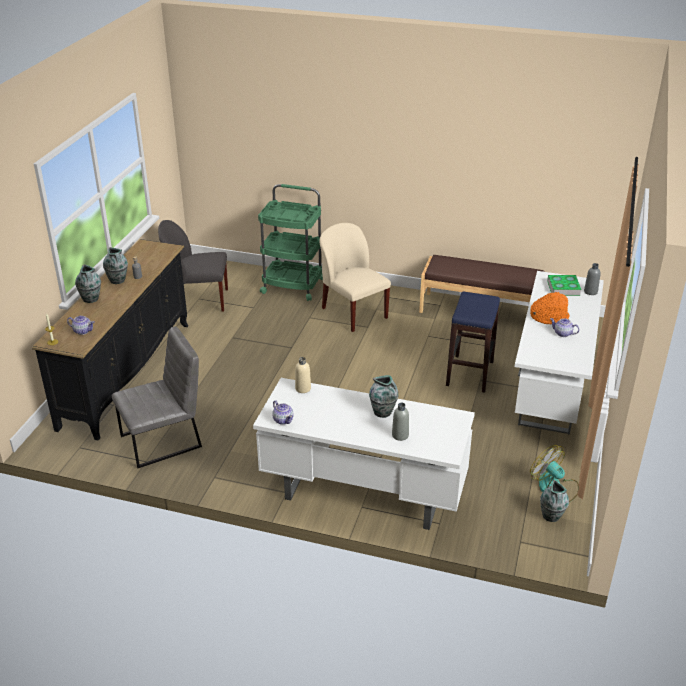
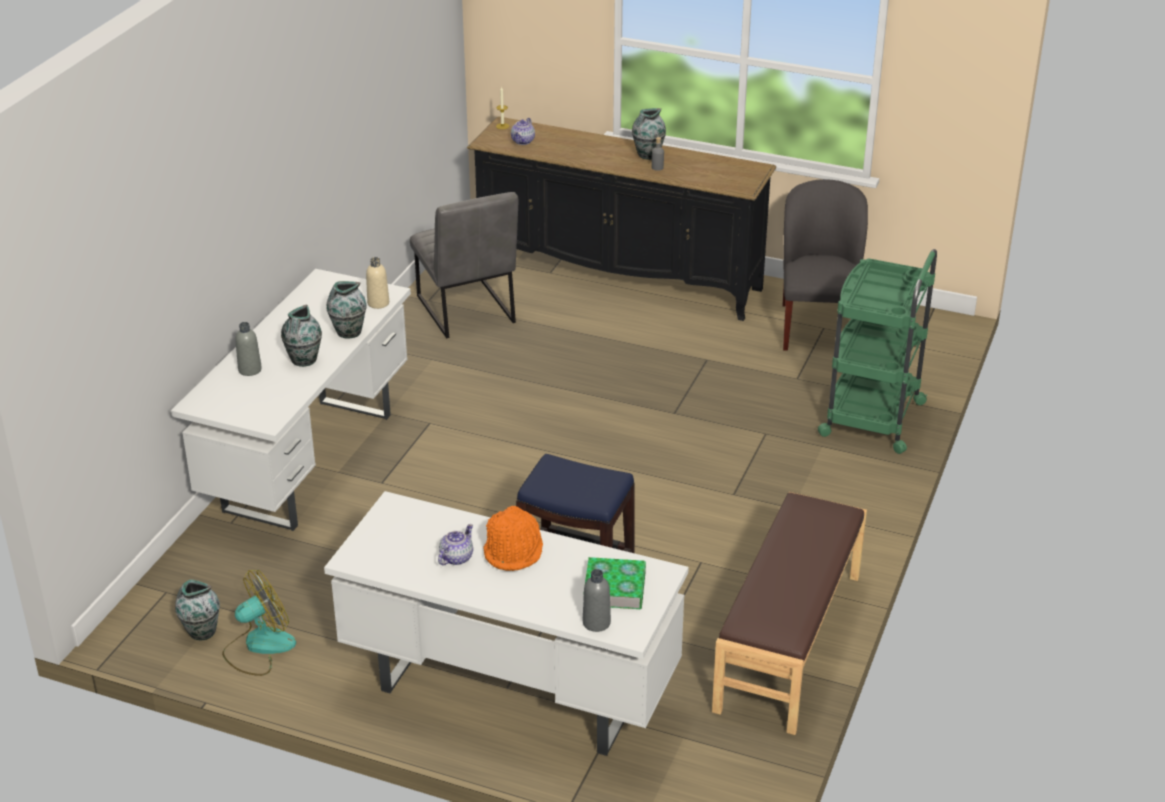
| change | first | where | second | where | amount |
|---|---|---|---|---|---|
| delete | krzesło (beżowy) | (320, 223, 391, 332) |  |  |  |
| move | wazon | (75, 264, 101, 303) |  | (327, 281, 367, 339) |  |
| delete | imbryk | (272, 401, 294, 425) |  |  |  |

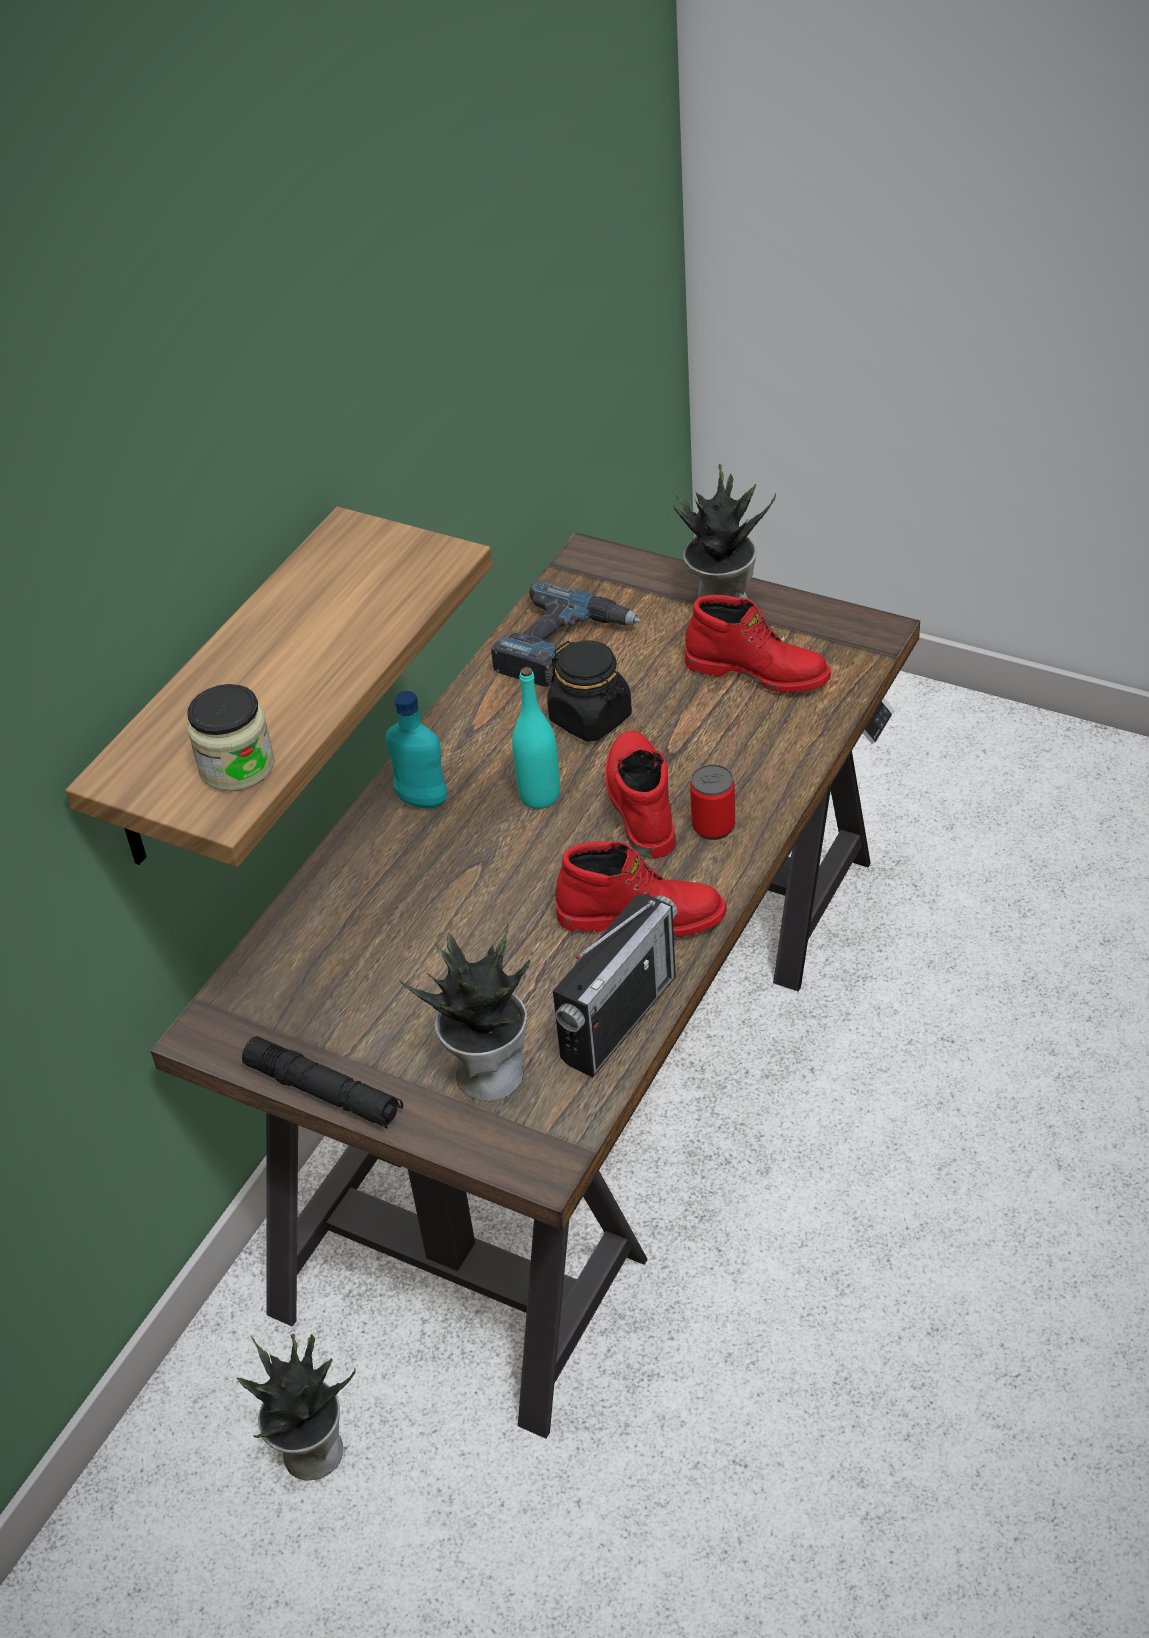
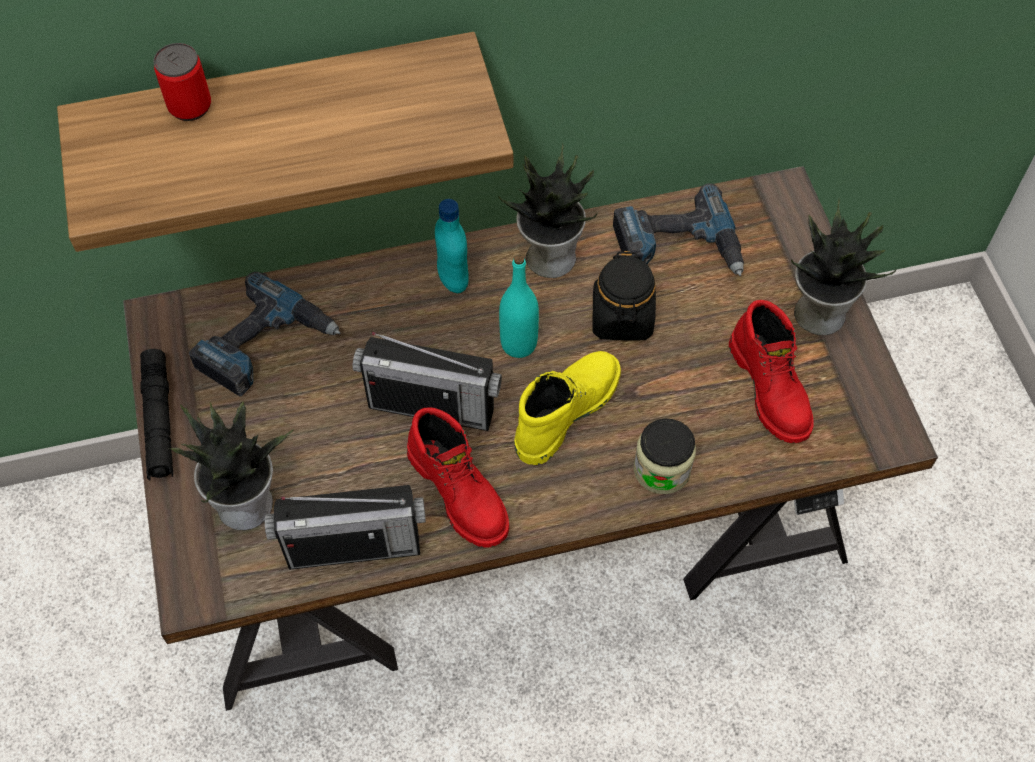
| change | first | where | second | where | amount |
|---|---|---|---|---|---|
| move | słoik | (187, 684, 274, 792) |  | (634, 418, 696, 494) |  |
| recolor | but z cholewką (czerwony) | (605, 731, 676, 858) | but z cholewką (żółty) | (514, 351, 621, 465) |  |
| move | puszka | (690, 764, 735, 840) |  | (154, 43, 211, 121) |  |
| move | roślina doniczkowa | (237, 1334, 356, 1481) |  | (498, 144, 598, 278) |  |
| insert |  |  | wiertarka | (189, 272, 341, 396) |  |
| insert |  |  | radio | (353, 332, 502, 431) |  |

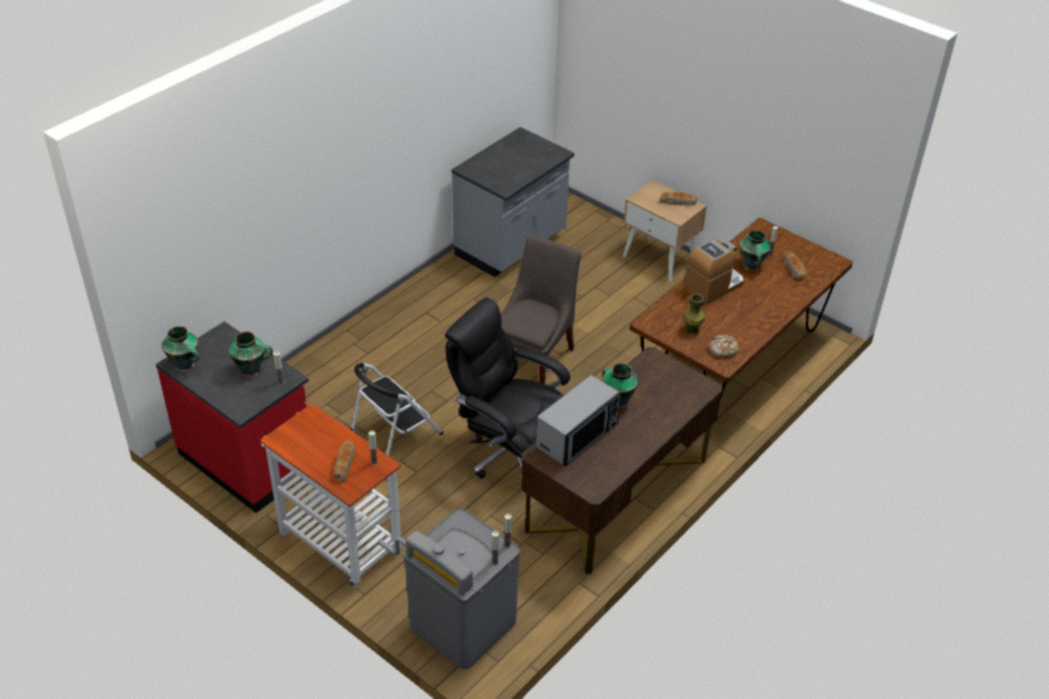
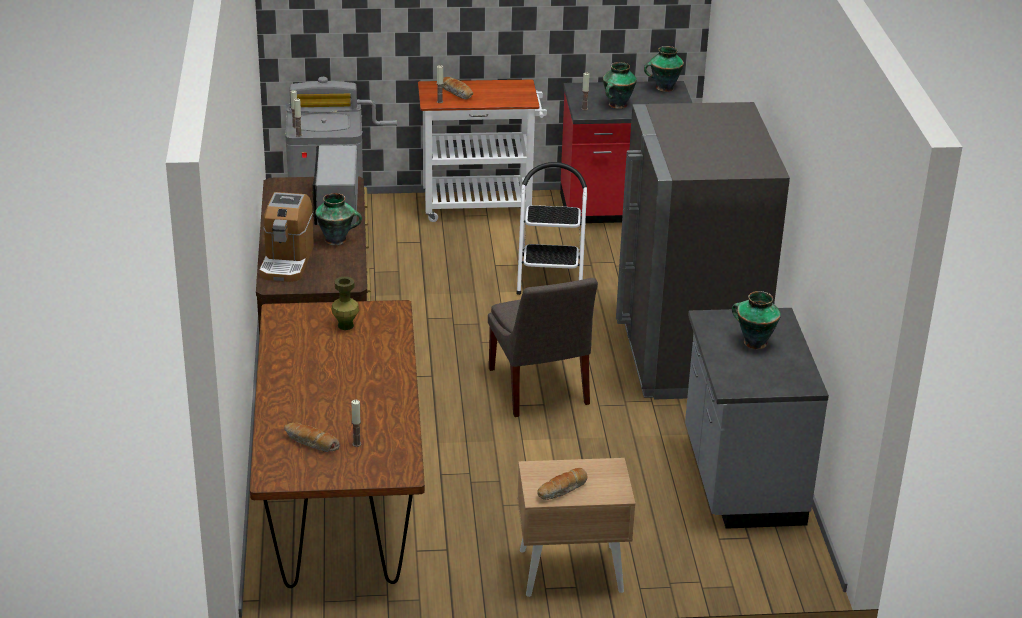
| change | first | where | second | where | amount |
|---|---|---|---|---|---|
| move | wazon | (740, 230, 771, 271) |  | (732, 291, 781, 349) |  |
| move | ekspres do kawy | (684, 239, 744, 305) |  | (259, 192, 314, 282) |  |
| delete | krzesło biurowe (czarny) | (445, 297, 570, 478) |  |  |  |
| delete | chleb | (710, 334, 739, 358) |  |  |  |
| insert |  |  | lodówka (szary) | (616, 102, 790, 400) |  |

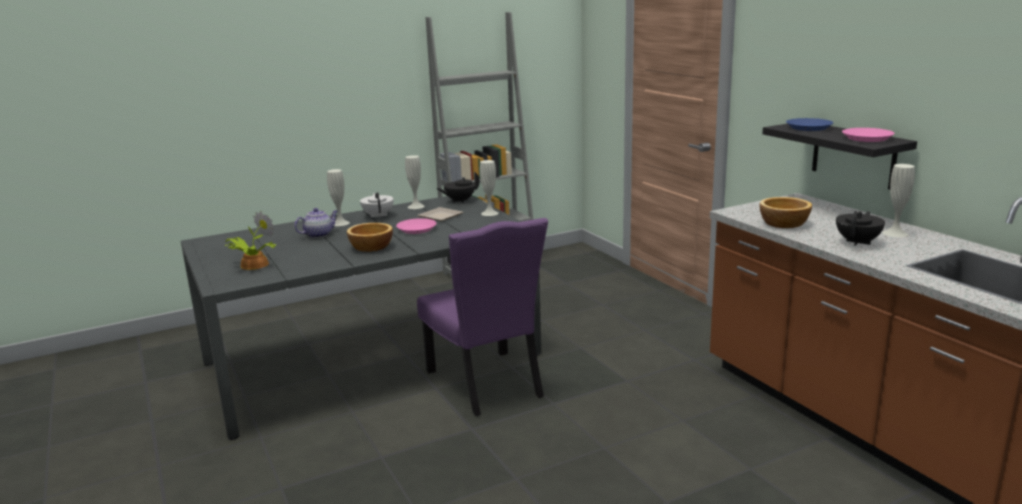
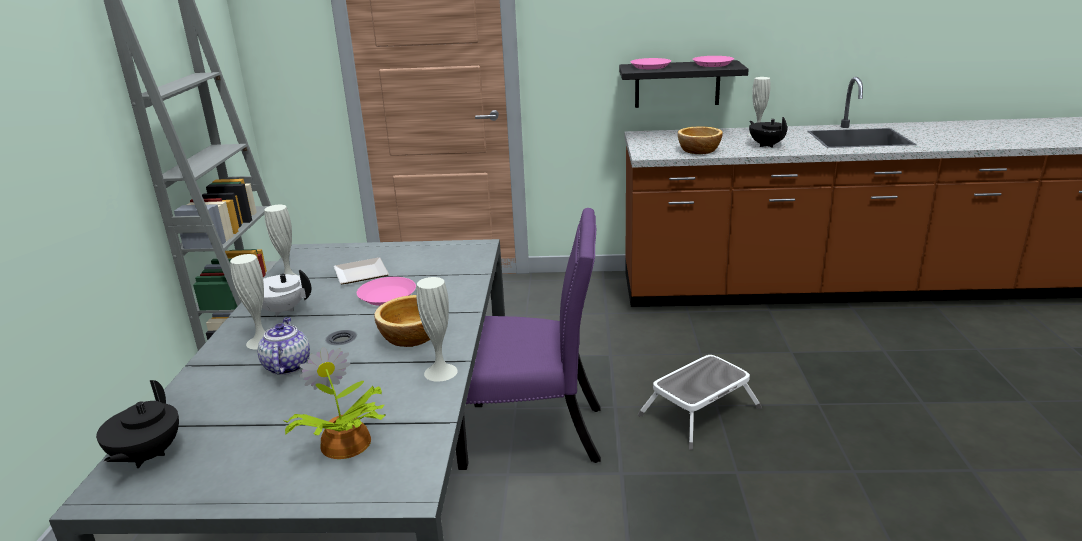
| change | first | where | second | where | amount |
|---|---|---|---|---|---|
| recolor | talerz (niebieski) | (786, 118, 833, 131) | talerz (różowy) | (631, 58, 671, 69) |  |
| move | wazon (biały) | (480, 160, 499, 216) |  | (416, 277, 458, 382) |  |
| move | imbryk (czarny) | (437, 172, 480, 203) |  | (96, 380, 179, 468) |  |
| insert |  |  | drabinka (szary) | (638, 355, 762, 450) |  |

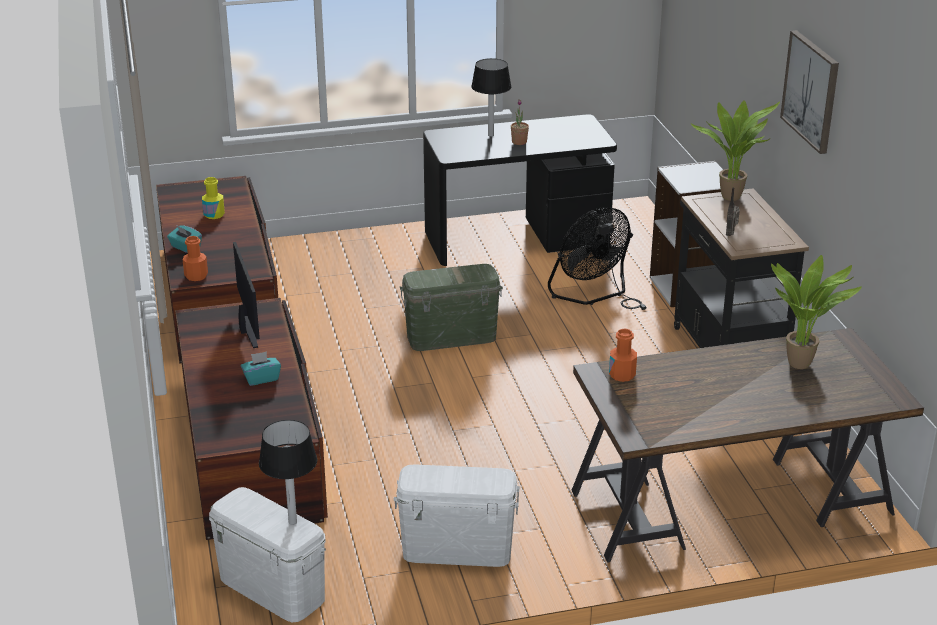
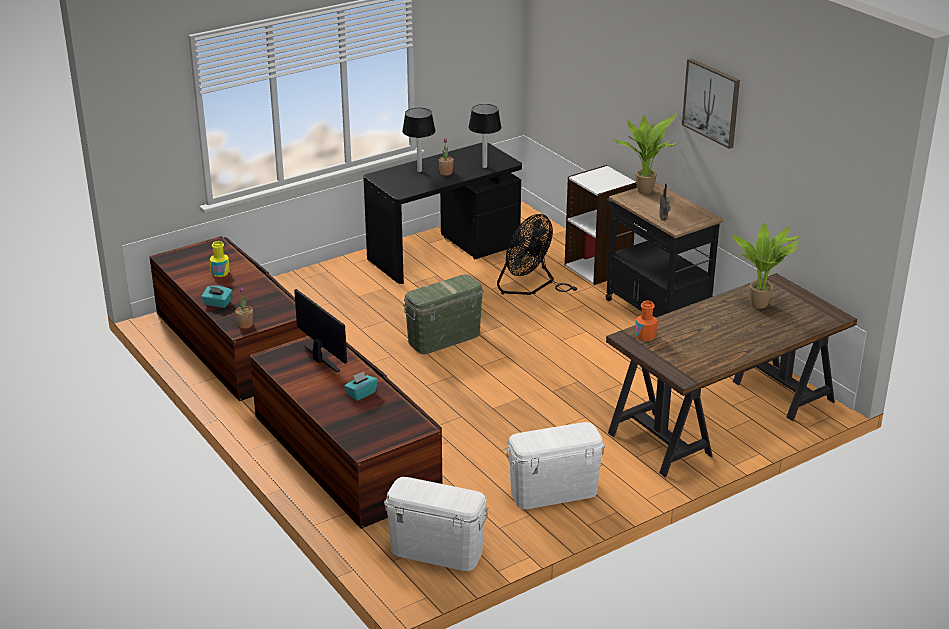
| change | first | where | second | where | amount |
|---|---|---|---|---|---|
| replace | butelka (pomarańczowy) | (183, 236, 208, 281) | roślina doniczkowa | (235, 287, 253, 329) |  |
| move | lampa stołowa | (259, 420, 317, 525) |  | (469, 104, 502, 168) |  |

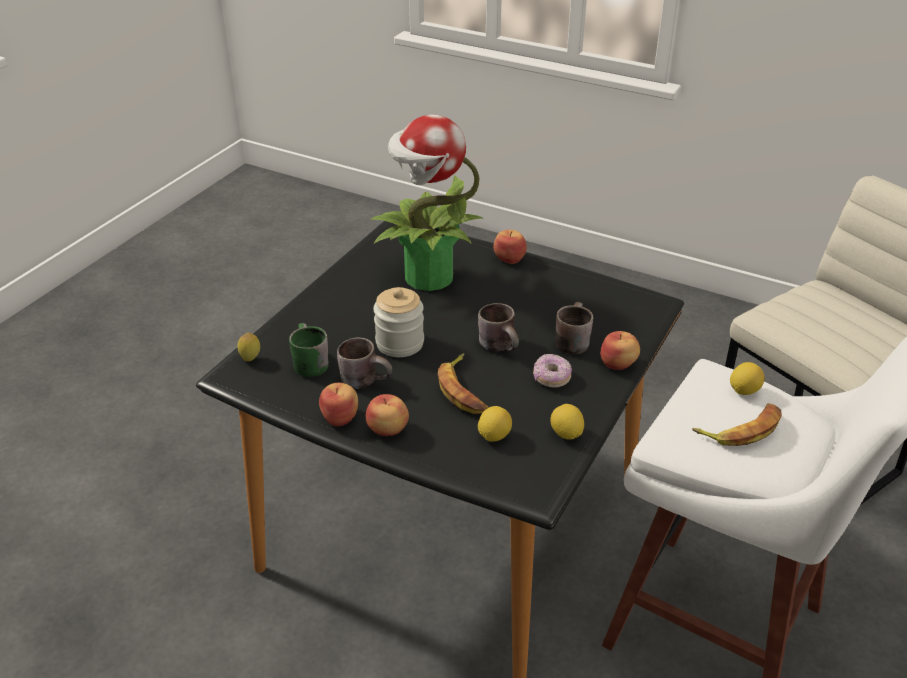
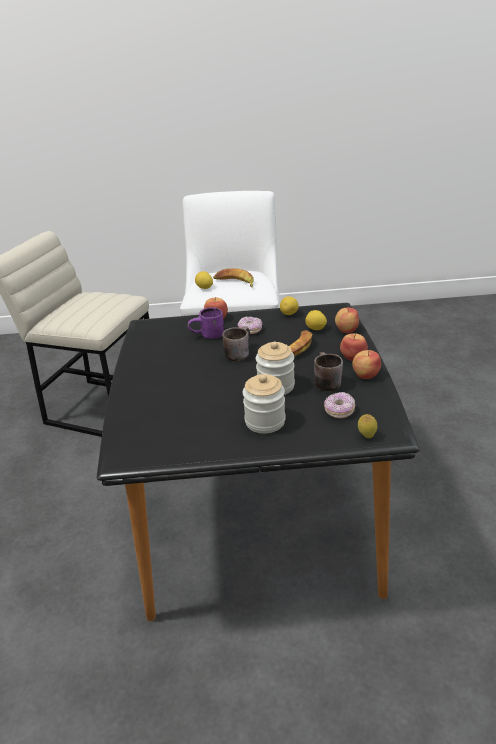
| change | first | where | second | where | amount |
|---|---|---|---|---|---|
| delete | roślina doniczkowa | (370, 115, 483, 291) |  |  |  |
| move | jabłko | (493, 230, 527, 264) |  | (335, 307, 359, 333) |  |
| recolor | kubek (brązowy) | (555, 302, 593, 354) | kubek (fioletowy) | (188, 307, 224, 339) |  |
| replace | kubek (zielony) | (289, 323, 329, 377) | donut | (324, 392, 355, 419) |  |
| insert |  |  | słoik | (243, 374, 286, 434) |  |

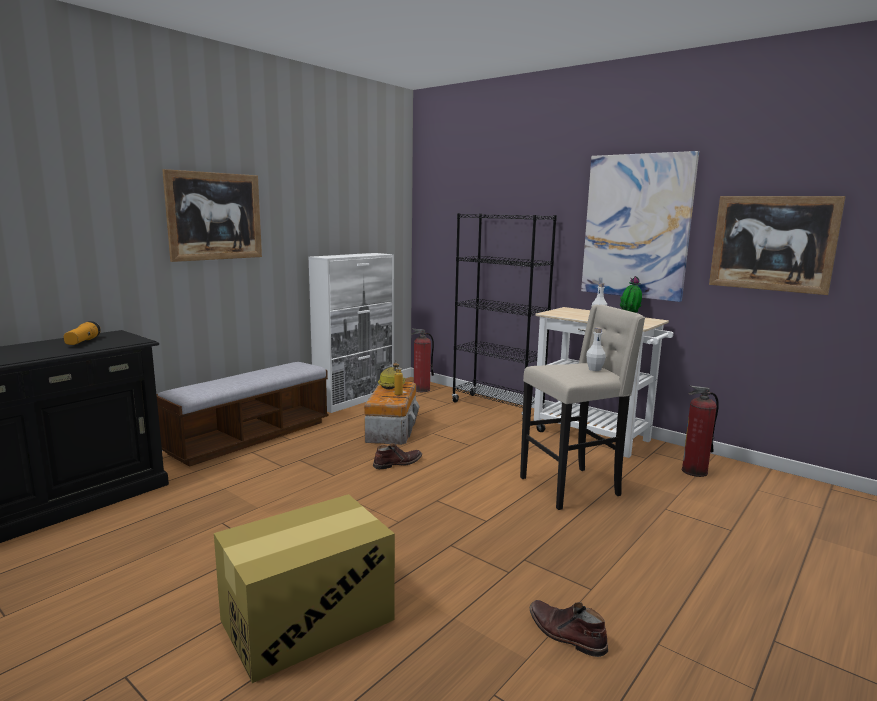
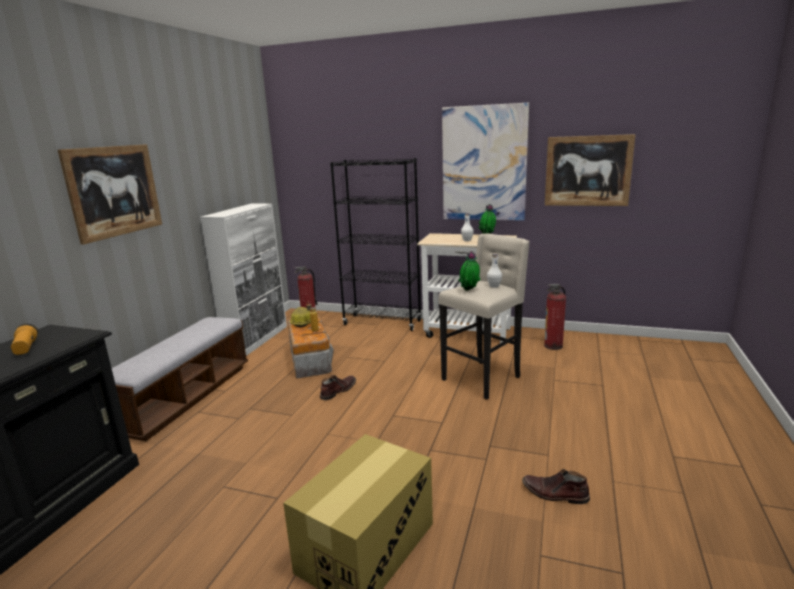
| change | first | where | second | where | amount |
|---|---|---|---|---|---|
| insert |  |  | roślina doniczkowa | (459, 251, 481, 291) |  |

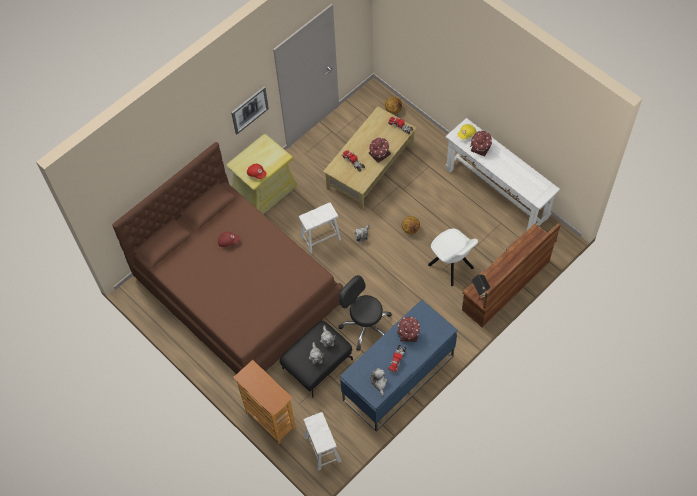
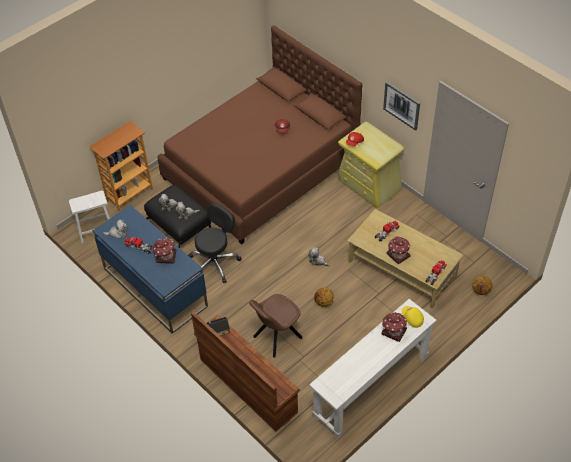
| change | first | where | second | where | amount |
|---|---|---|---|---|---|
| delete | stołek (biały) | (299, 203, 341, 254) |  |  |  |
| recolor | krzesło (biały) | (428, 228, 478, 286) | krzesło (brązowy) | (249, 294, 302, 358) |  |

